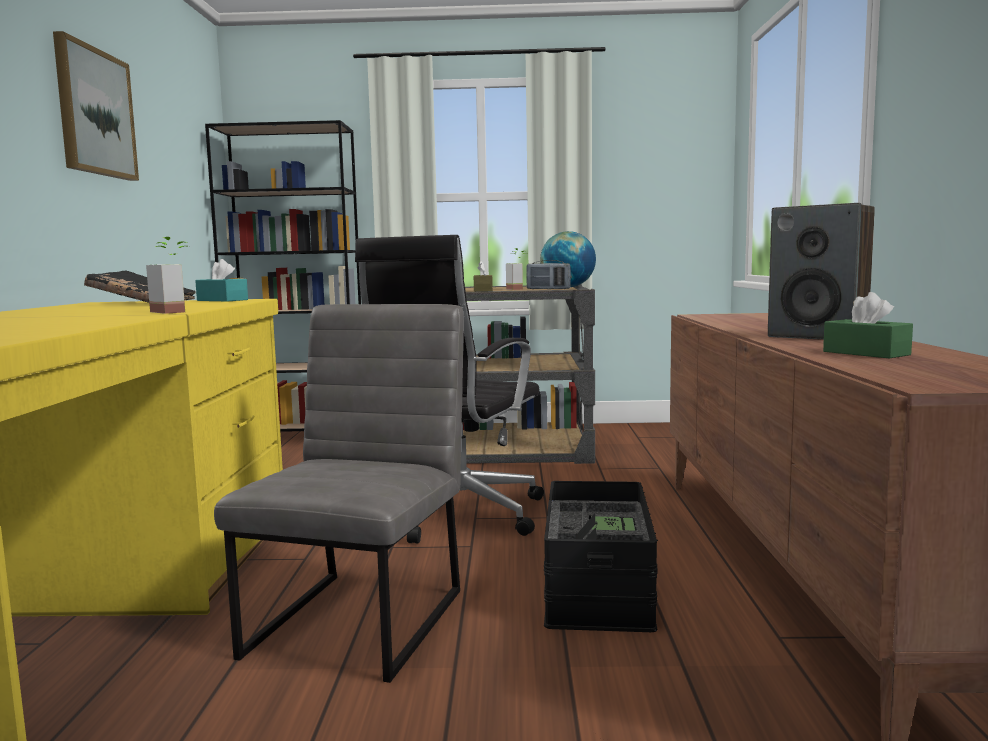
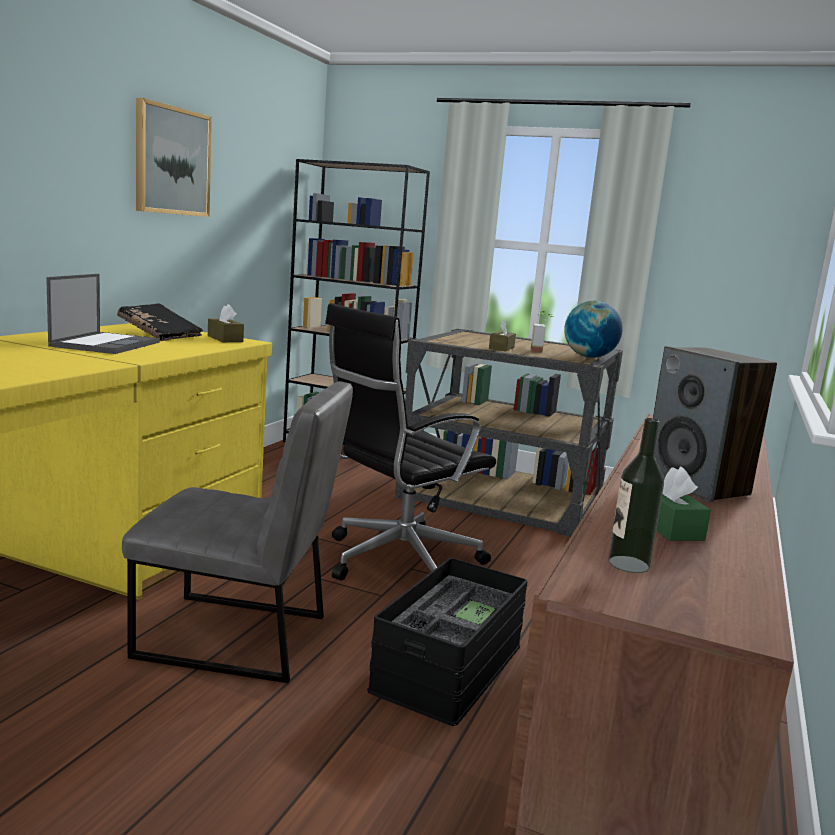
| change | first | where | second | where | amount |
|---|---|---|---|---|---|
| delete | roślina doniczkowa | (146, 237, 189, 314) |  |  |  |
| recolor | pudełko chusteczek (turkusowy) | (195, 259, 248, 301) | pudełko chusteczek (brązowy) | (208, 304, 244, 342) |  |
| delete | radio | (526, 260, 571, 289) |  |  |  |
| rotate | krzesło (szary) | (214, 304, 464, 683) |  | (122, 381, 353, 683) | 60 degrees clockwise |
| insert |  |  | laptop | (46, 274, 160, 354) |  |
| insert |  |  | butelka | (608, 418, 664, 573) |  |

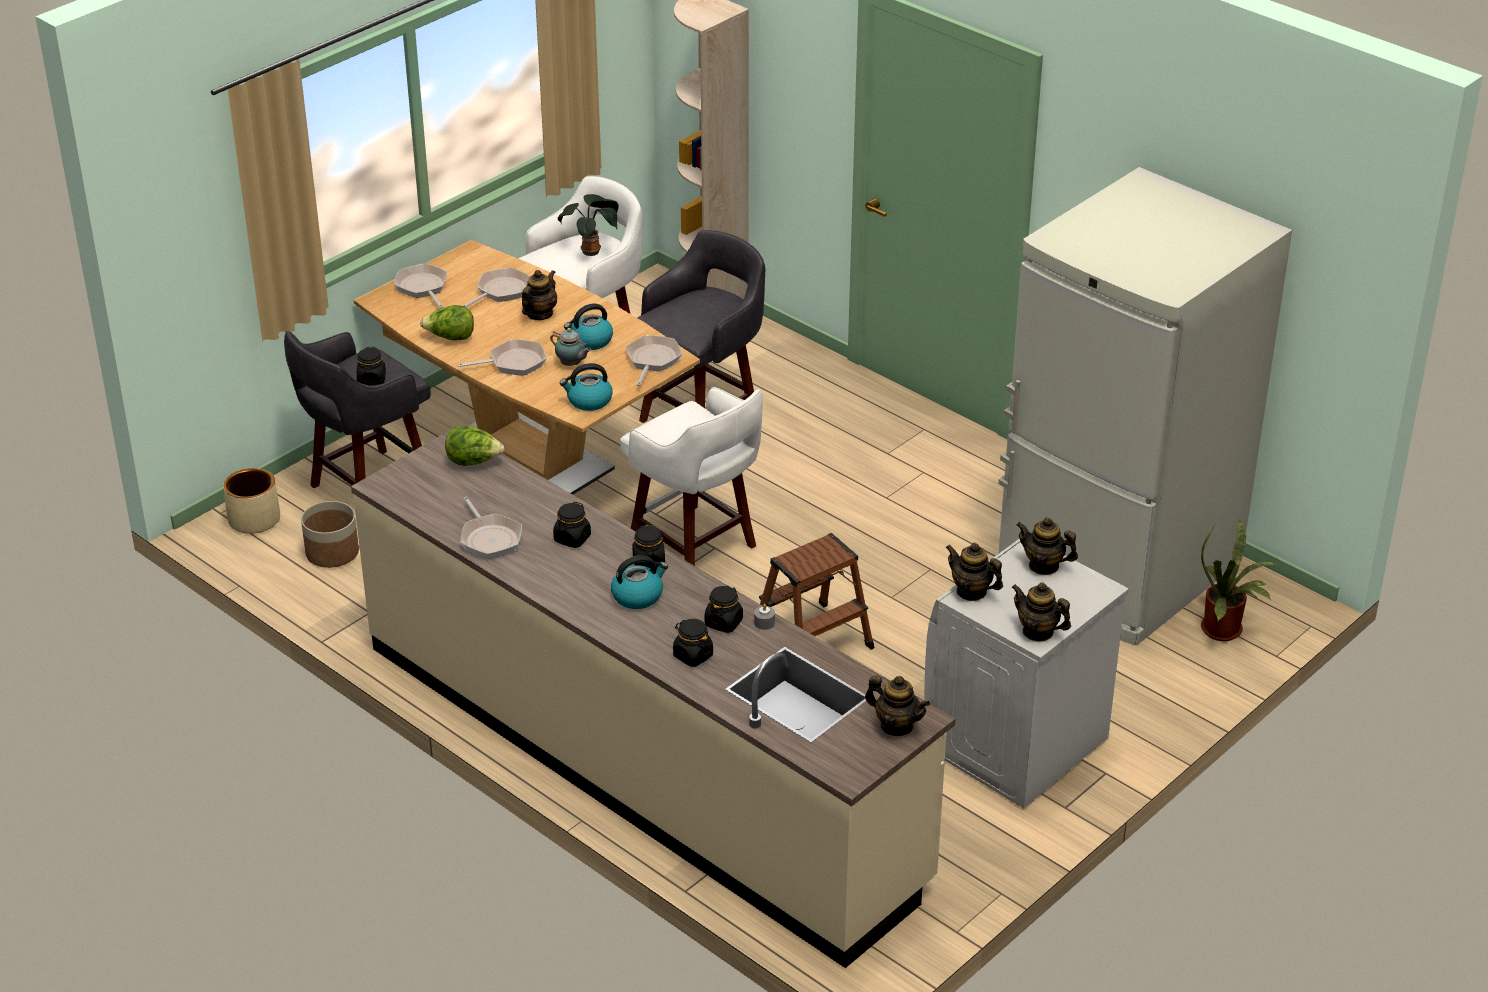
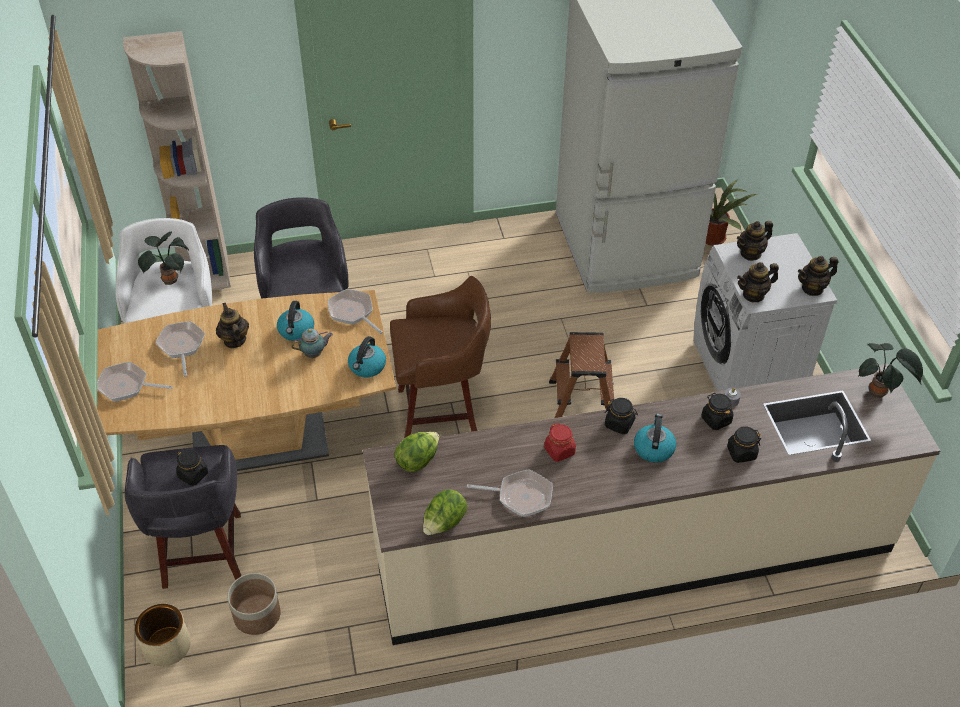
| change | first | where | second | where | amount |
|---|---|---|---|---|---|
| move | sałata | (420, 305, 474, 341) |  | (423, 490, 467, 535) |  |
| delete | patelnia | (458, 339, 546, 376) |  |  |  |
| recolor | stołek (biały) | (620, 387, 763, 566) | stołek (brązowy) | (390, 276, 491, 438) |  |
| recolor | słoik (czarny) | (553, 502, 591, 548) | słoik (czerwony) | (544, 423, 576, 462) |  |
| replace | imbryk | (865, 675, 930, 736) | roślina doniczkowa | (859, 343, 923, 398) |  |

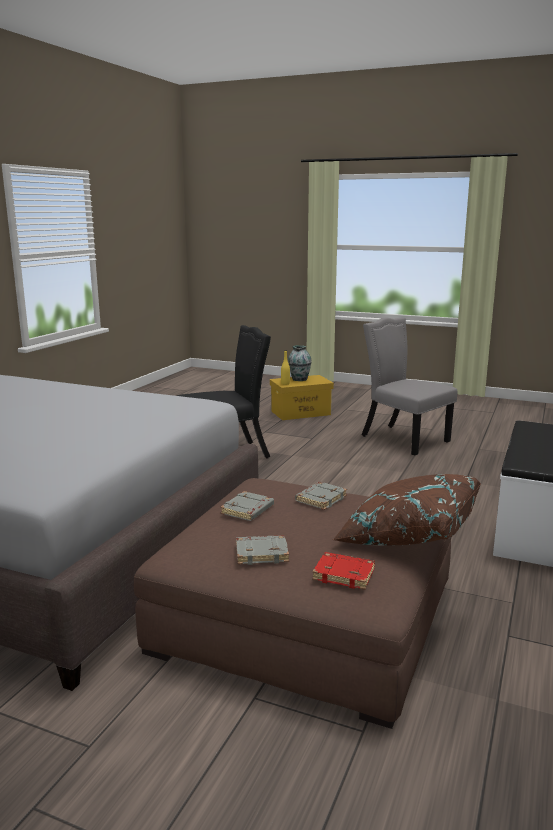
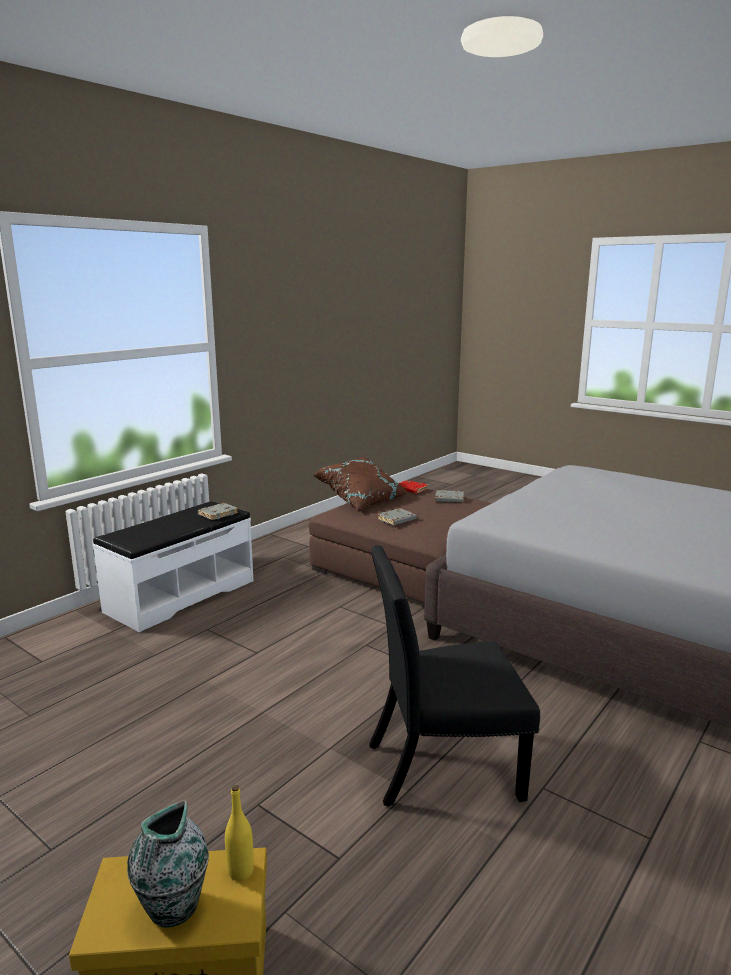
| change | first | where | second | where | amount |
|---|---|---|---|---|---|
| delete | krzesło (szary) | (361, 317, 457, 456) |  |  |  |
| move | książka (szary) | (220, 491, 274, 521) |  | (198, 503, 238, 520) |  |

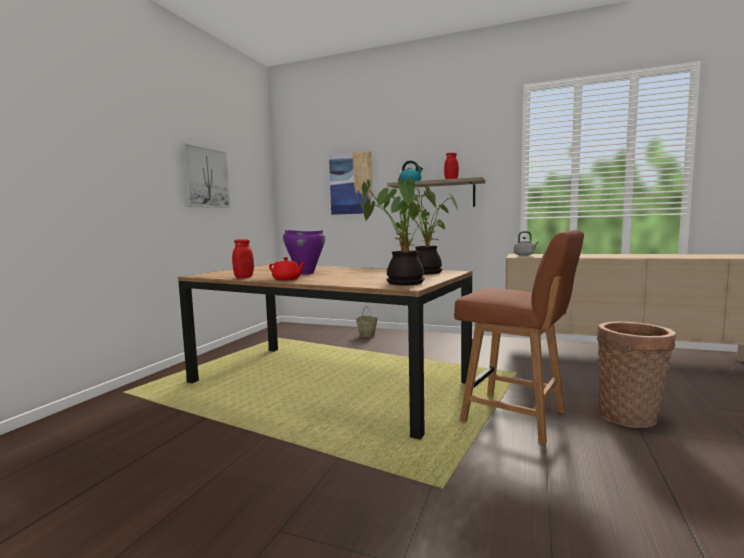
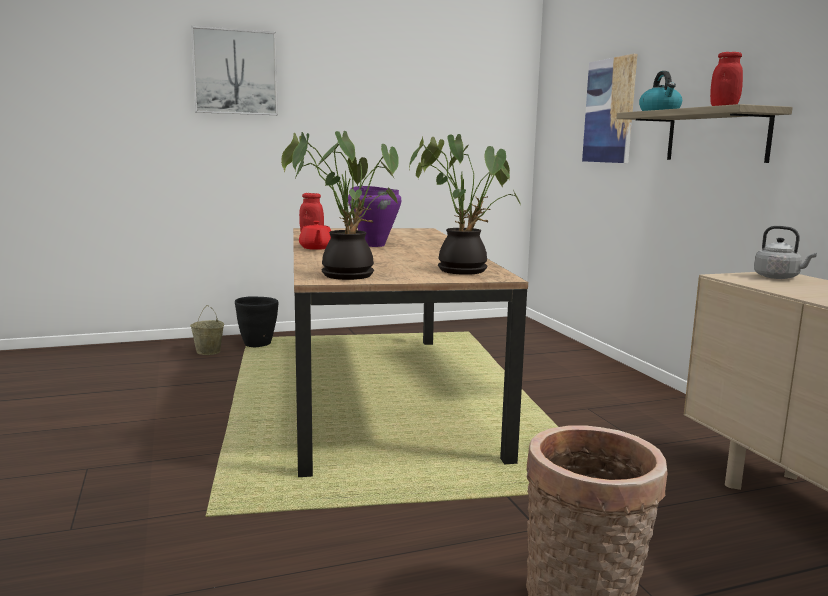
| change | first | where | second | where | amount |
|---|---|---|---|---|---|
| move | obraz | (181, 143, 231, 208) |  | (191, 26, 278, 115) |  |
| delete | krzesło (brązowy) | (454, 230, 584, 445) |  |  |  |
| move | wiadro (beżowy) | (356, 306, 378, 337) |  | (190, 305, 224, 355) |  |
| insert |  |  | donica (czarny) | (235, 296, 278, 347) |  |

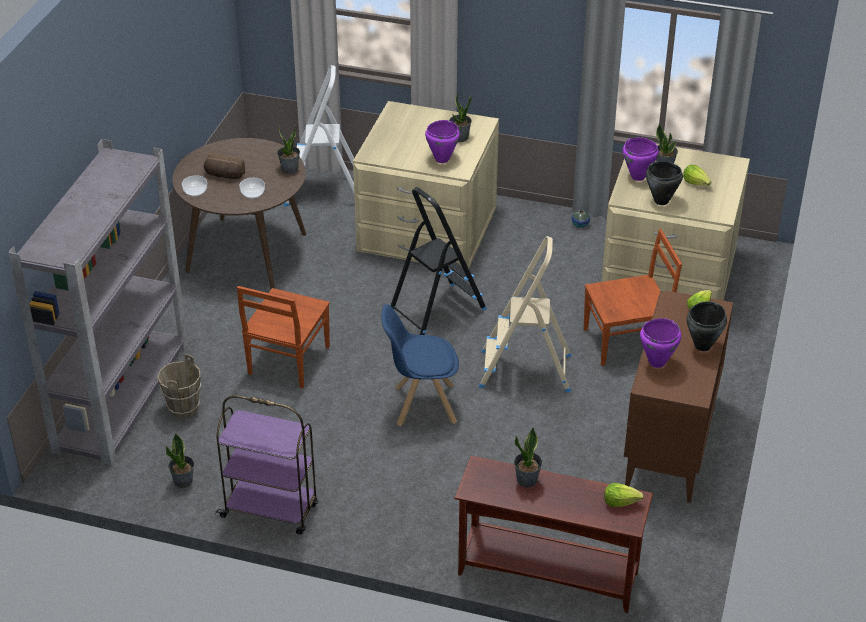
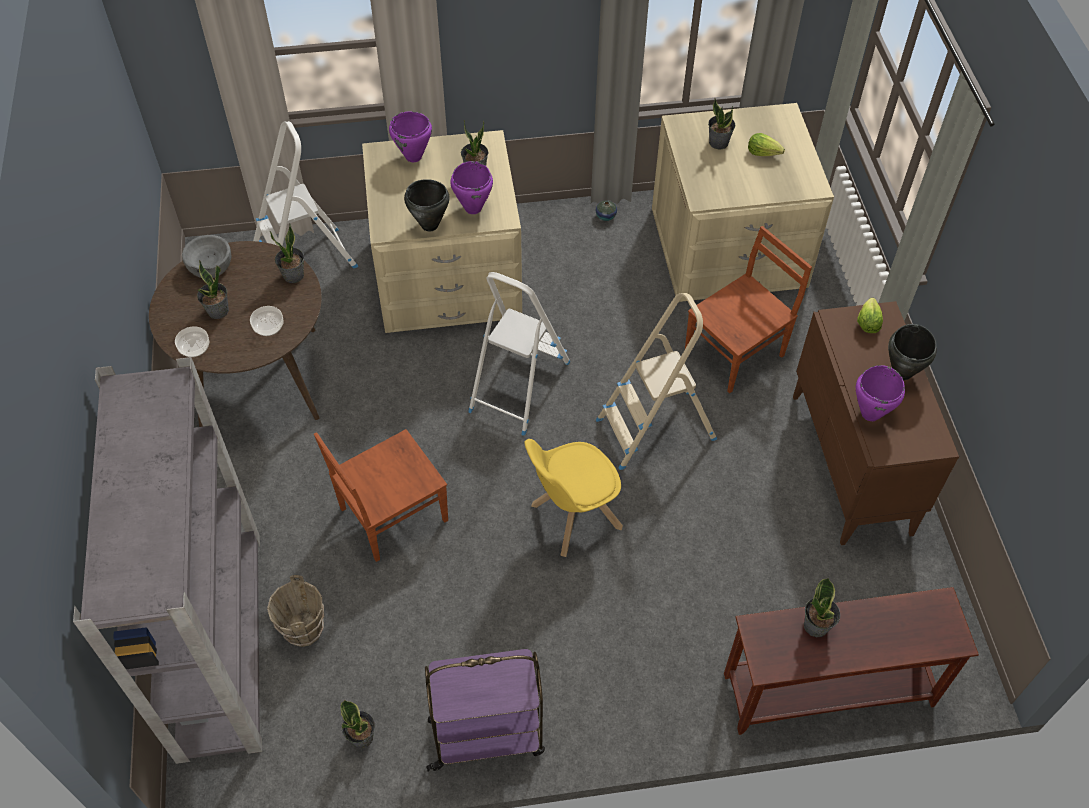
| change | first | where | second | where | amount |
|---|---|---|---|---|---|
| move | garnek (fioletowy) | (623, 137, 659, 181) |  | (389, 111, 432, 162) |  |
| replace | chleb | (204, 154, 245, 179) | roślina doniczkowa | (197, 260, 229, 319) |  |
| move | garnek (czarny) | (646, 161, 683, 205) |  | (404, 179, 450, 231) |  |
| recolor | drabinka (czarny) | (390, 187, 487, 335) | drabinka (biały) | (468, 272, 570, 436) |  |
| rotate | krzesło (brązowy) | (237, 286, 330, 389) |  | (314, 429, 448, 562) | 60 degrees clockwise |
| recolor | krzesło (niebieski) | (381, 305, 459, 426) | krzesło (żółty) | (524, 439, 623, 557) |  |
| delete | sałata | (604, 483, 644, 507) |  |  |  |
| insert |  |  | miska (szary) | (182, 235, 231, 278) |  |

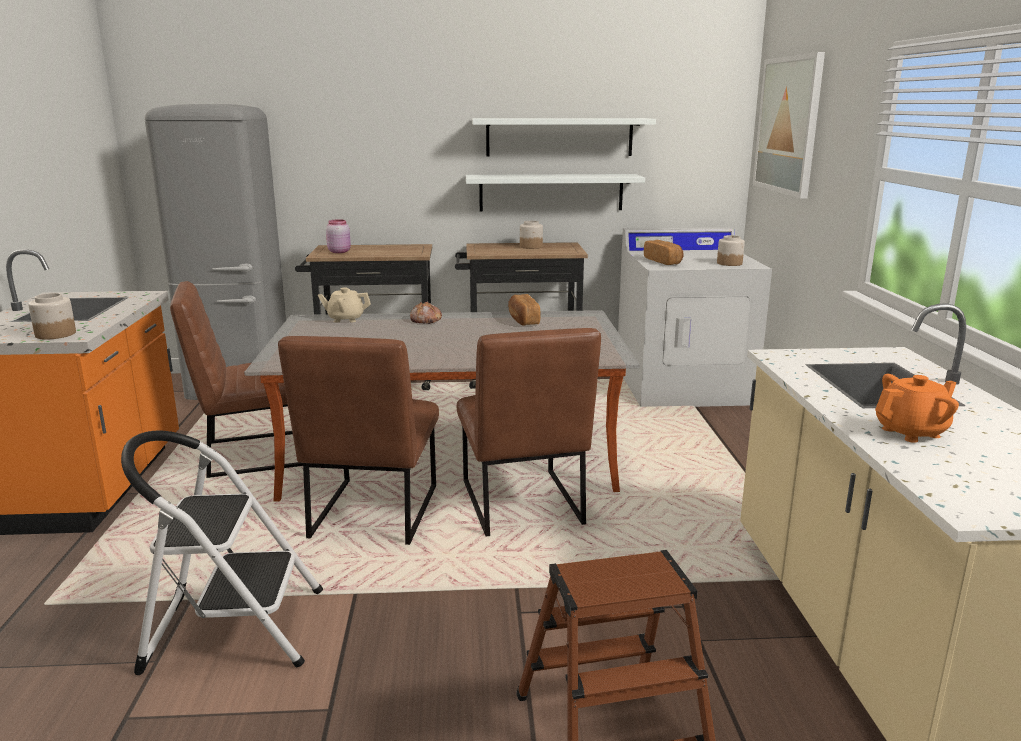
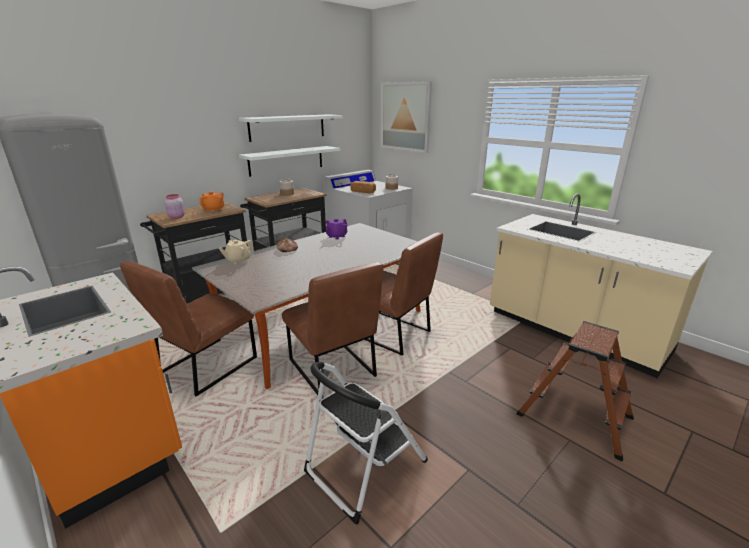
| change | first | where | second | where | amount |
|---|---|---|---|---|---|
| delete | słoik | (28, 293, 76, 340) |  |  |  |
| replace | chleb | (508, 294, 541, 326) | imbryk (fioletowy) | (326, 219, 347, 240) |  |
| move | imbryk (pomarańczowy) | (875, 374, 959, 443) |  | (200, 192, 224, 212) |  |

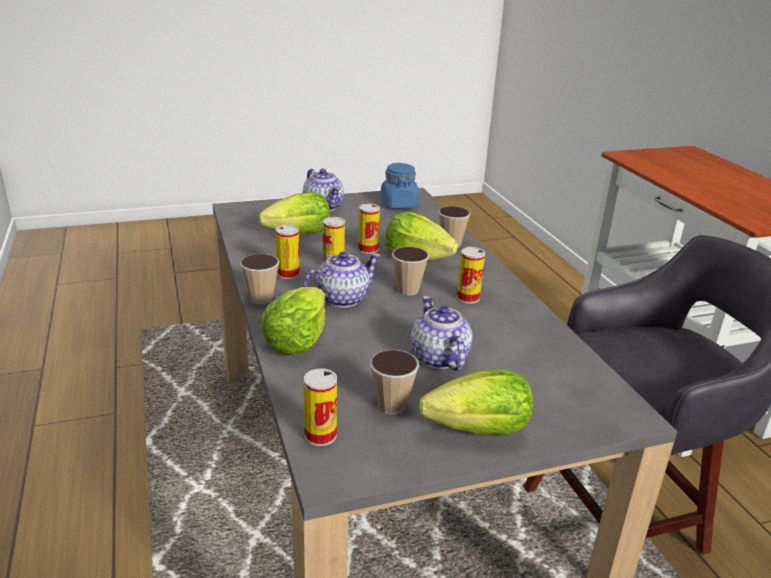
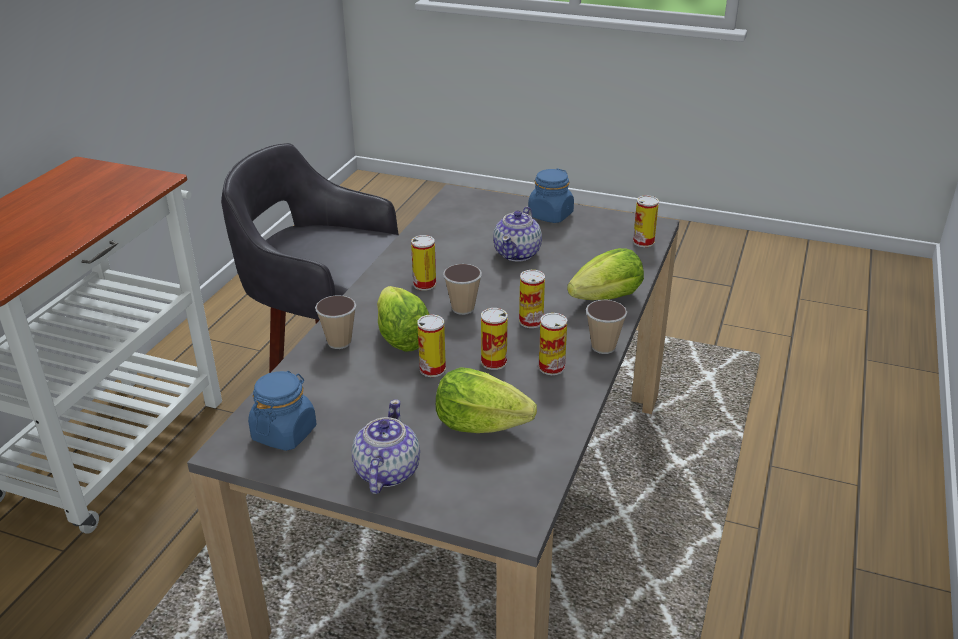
| change | first | where | second | where | amount |
|---|---|---|---|---|---|
| replace | imbryk | (303, 252, 381, 307) | puszka | (519, 270, 545, 328) |  |
| delete | filiżanka | (370, 350, 419, 415) |  |  |  |
| replace | sałata | (419, 370, 533, 435) | słoik (niebieski) | (528, 168, 574, 223) |  |

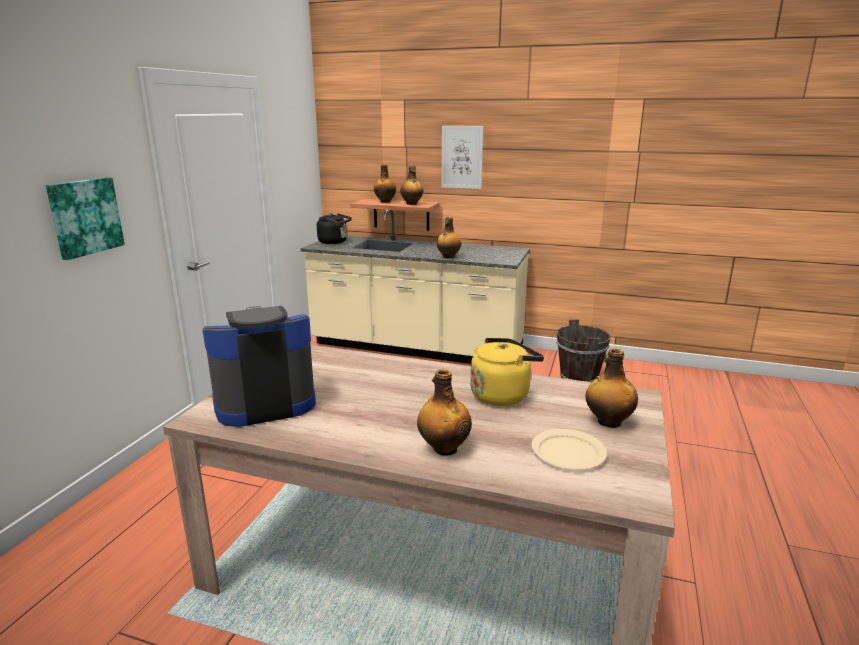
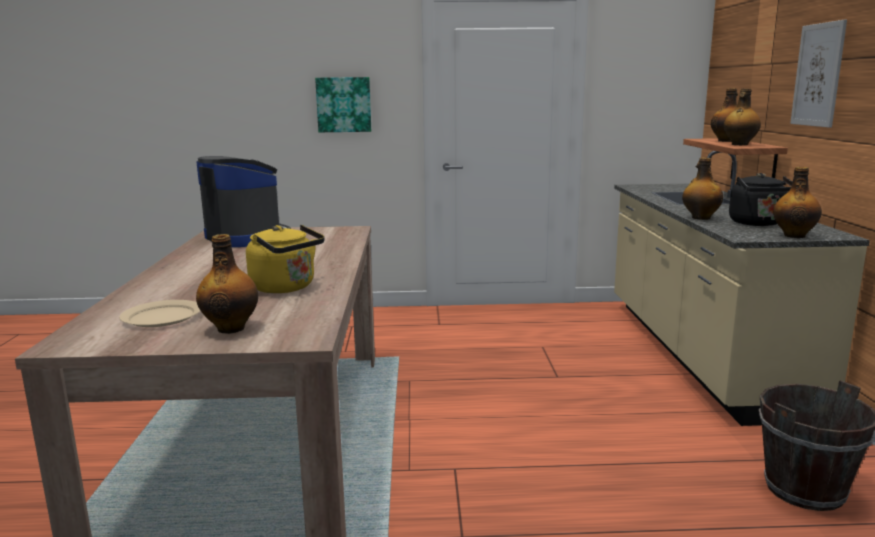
| change | first | where | second | where | amount |
|---|---|---|---|---|---|
| move | czajnik (czarny) | (317, 213, 352, 244) |  | (729, 173, 793, 226) |  |
| move | butelka | (417, 369, 472, 456) |  | (773, 167, 822, 238) |  |

